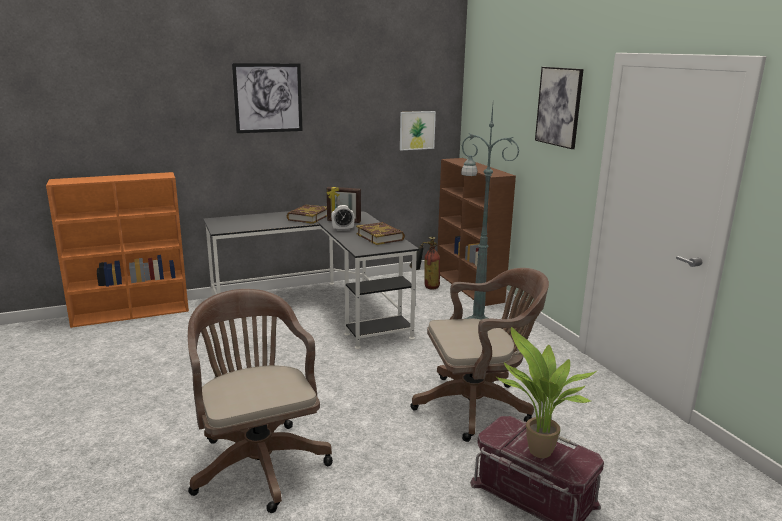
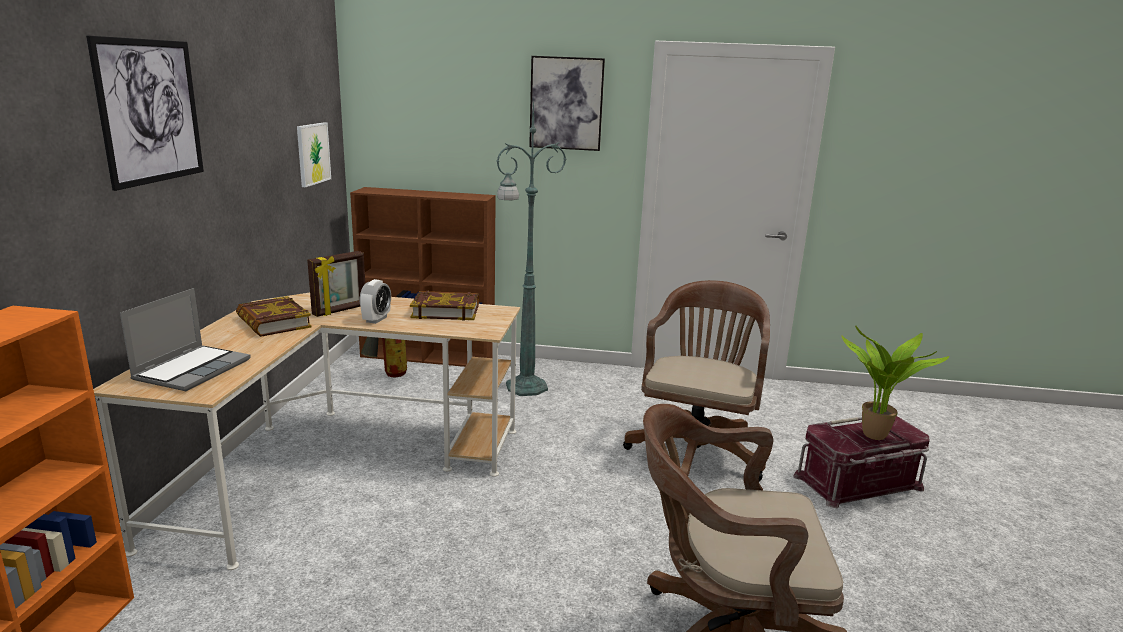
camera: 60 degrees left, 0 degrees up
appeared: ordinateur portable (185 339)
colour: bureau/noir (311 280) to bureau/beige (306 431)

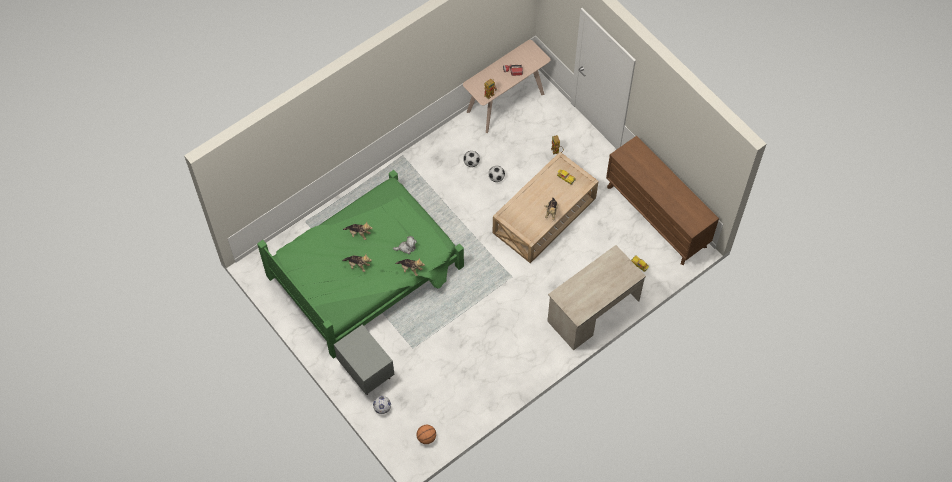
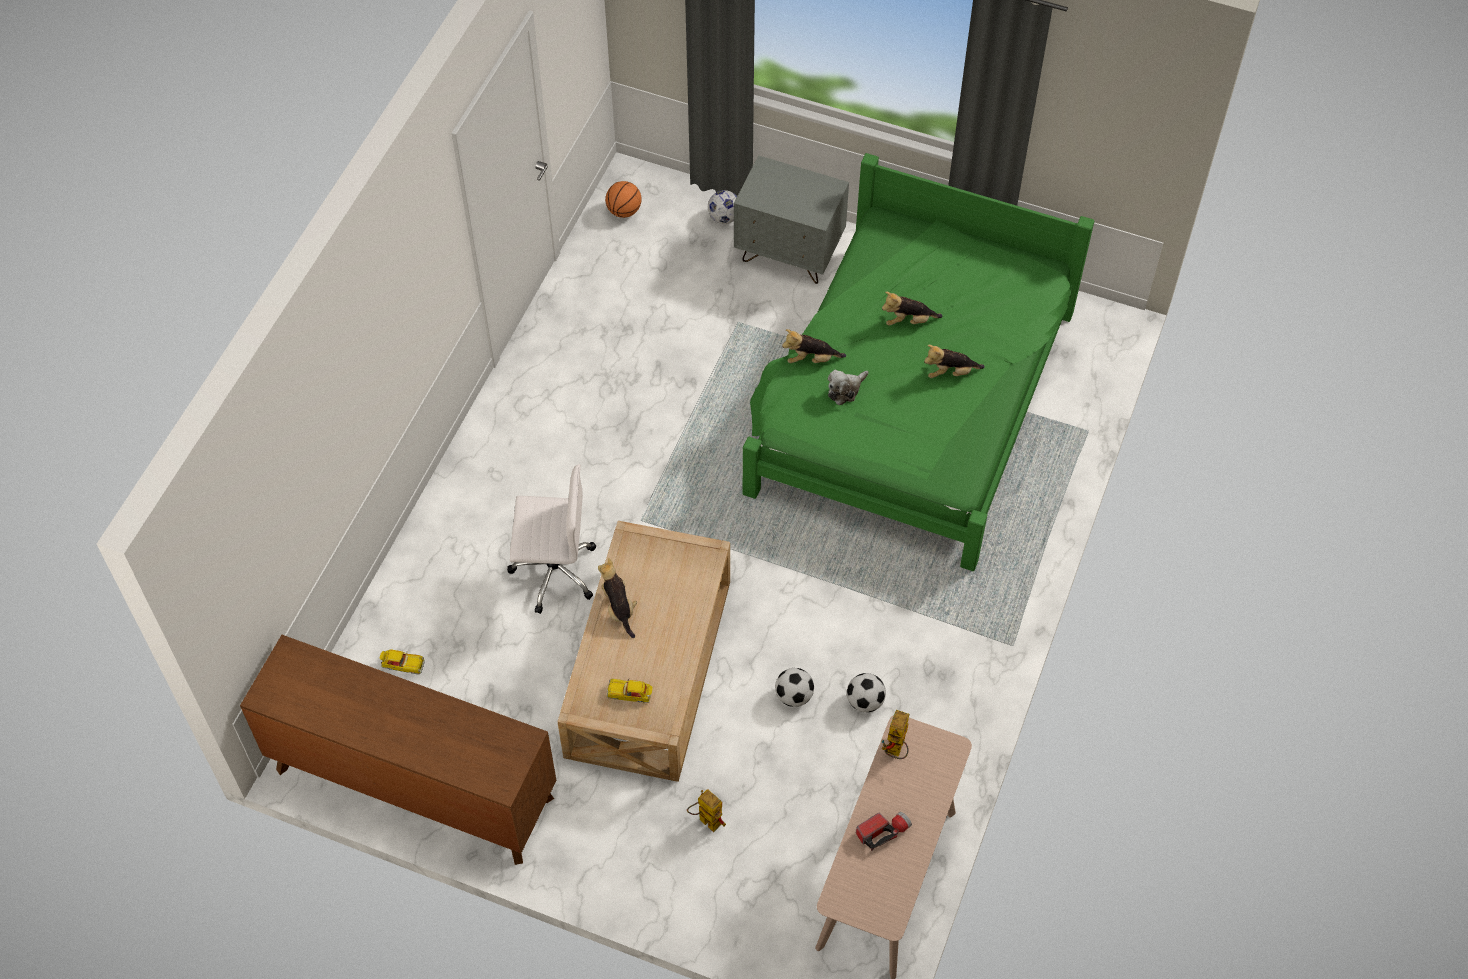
camera: 150 degrees right, 5 degrees down
missing: bureau/beige (596 297)
appeared: chaise de bureau/blanc (551 539)

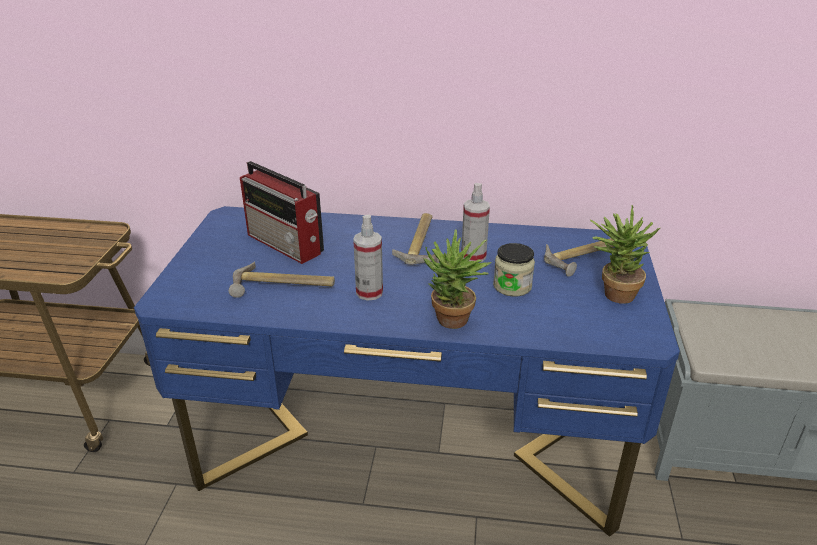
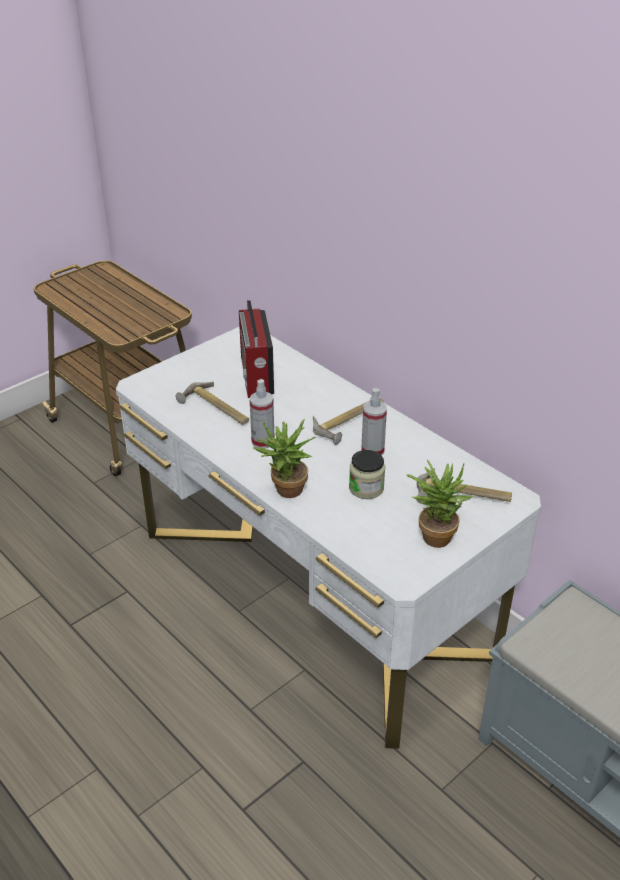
camera: 40 degrees right, 5 degrees up
colour: bureau/bleu (407 371) to bureau/blanc (328 538)

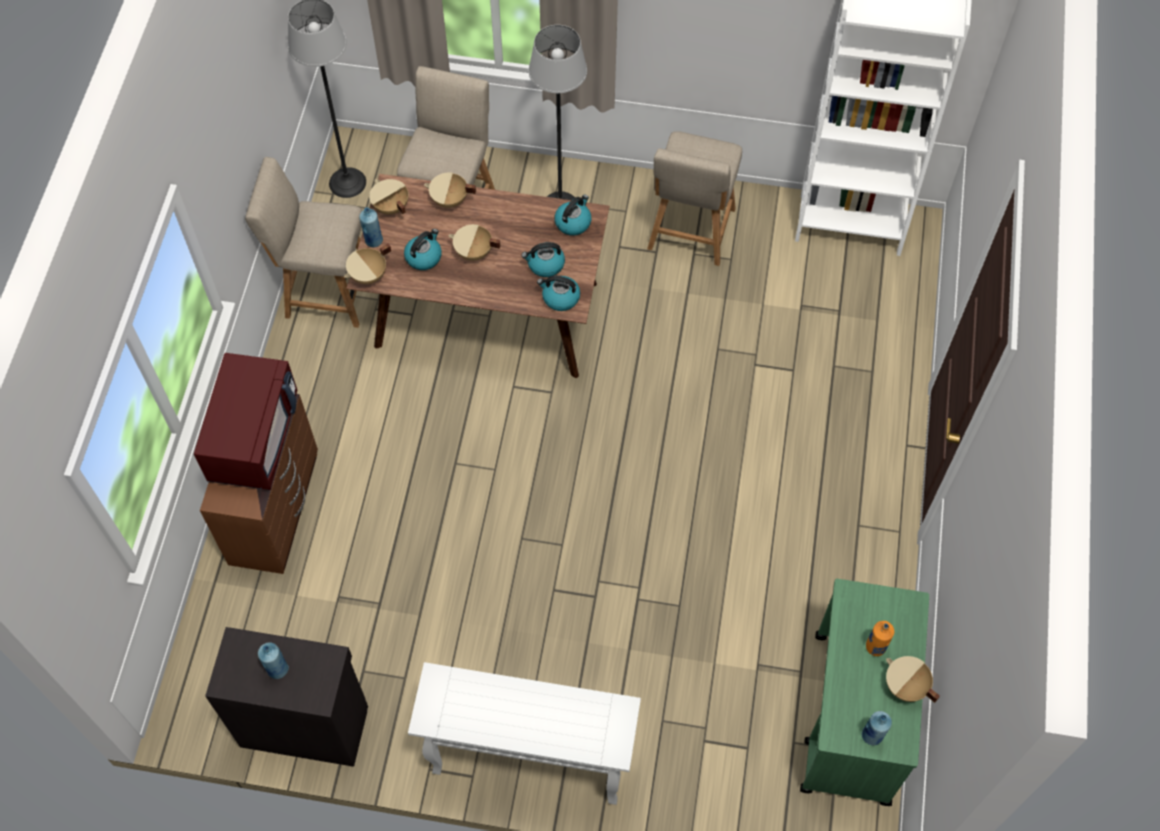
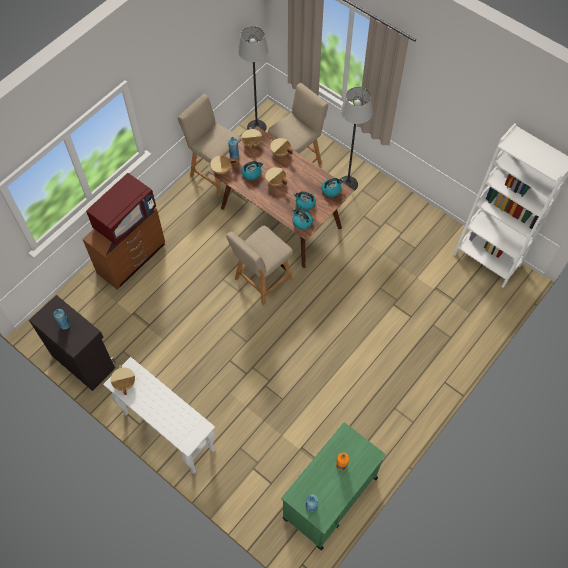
camera: 30 degrees right, 0 degrees up
relocated: chaise/beige (694 198) to (259 266); marmite/beige (913 679) to (122 380)

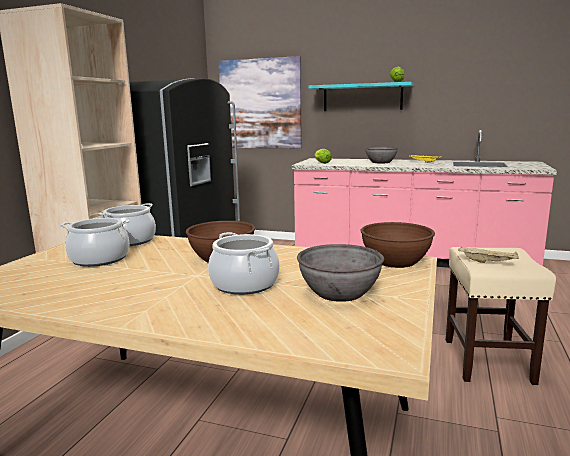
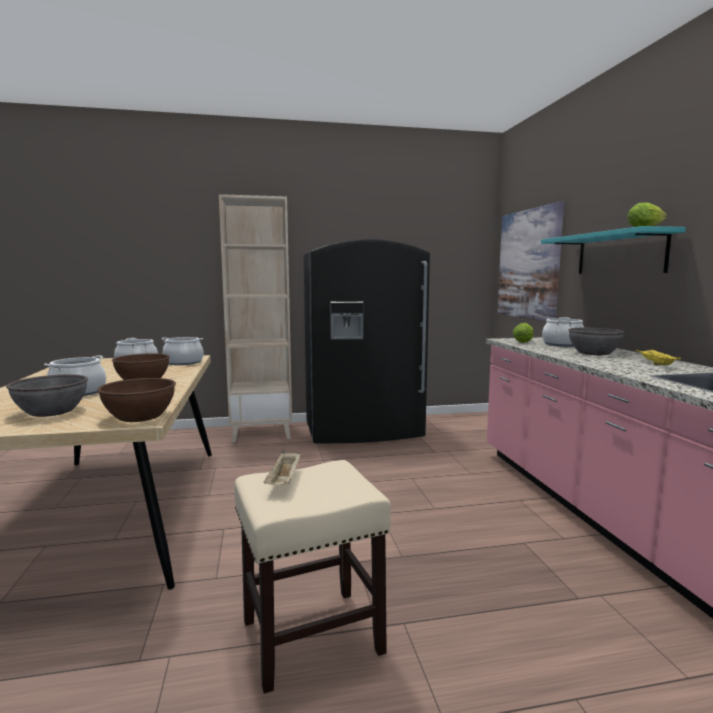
camera: 60 degrees right, 5 degrees down
appeared: marmite (563 332)

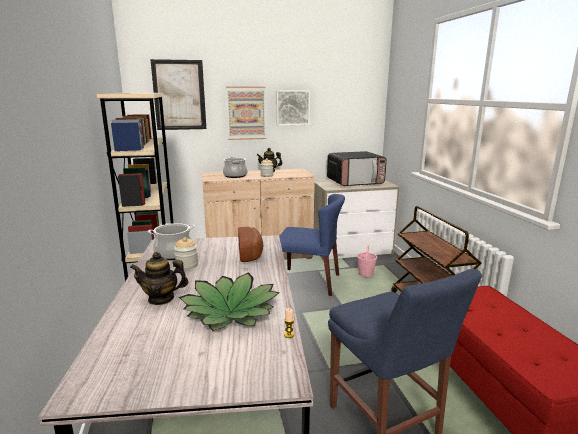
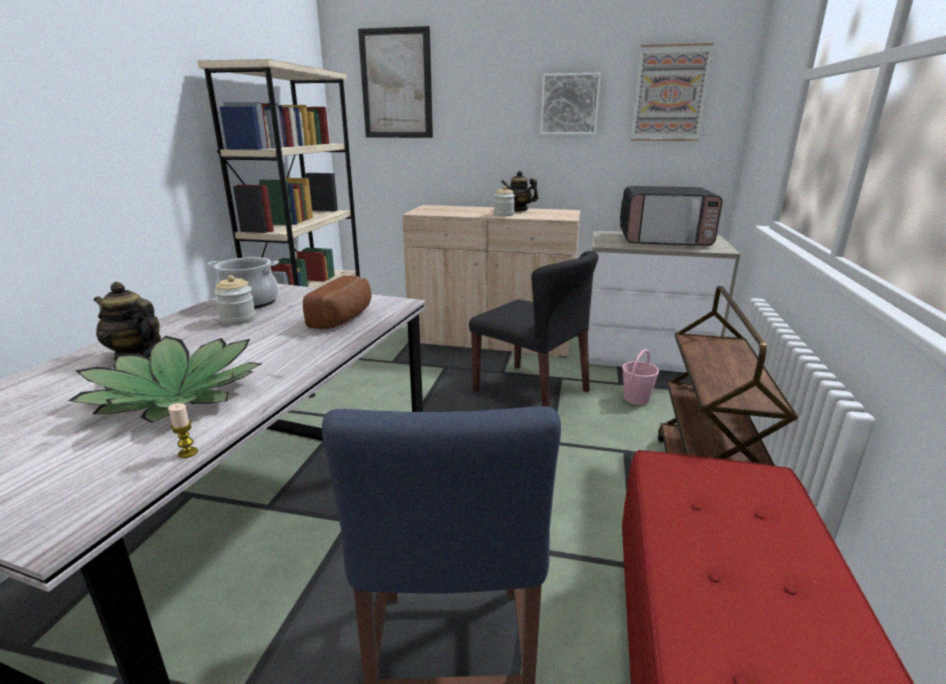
camera: 25 degrees right, 5 degrees up
missing: marmite (235 167)
relocated: tableau (246 113) to (672 92)
colour: chaise/bleu (312 245) to chaise/noir (533 329)

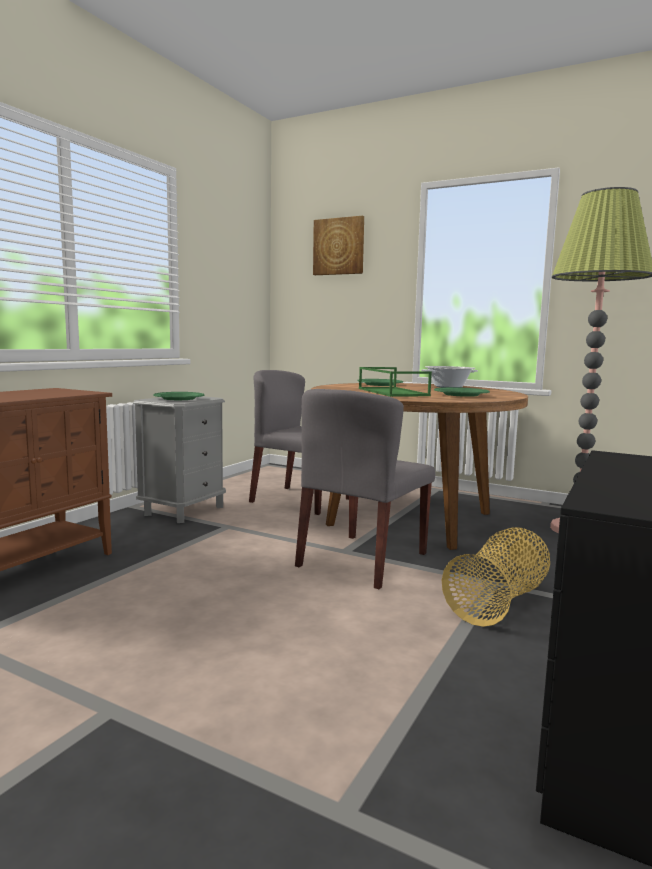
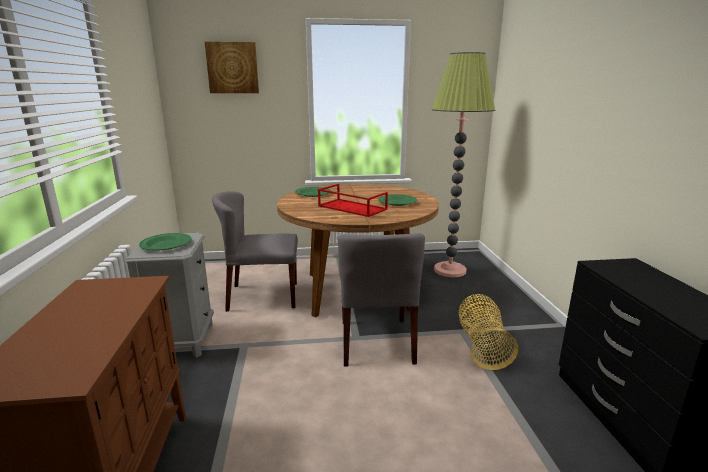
camera: 35 degrees left, 10 degrees up
missing: marmite (449 377)
colour: plateau/vert (395 382) to plateau/rouge (353 200)

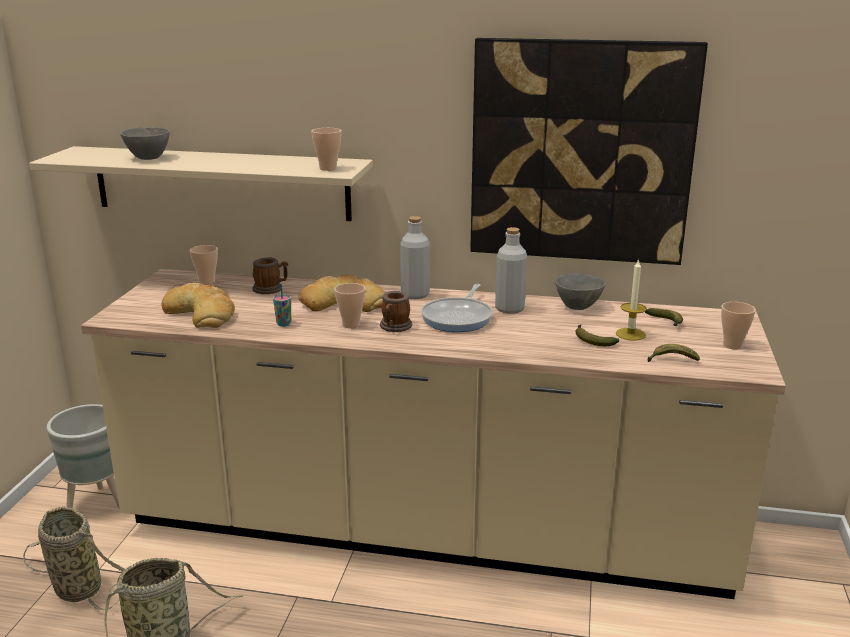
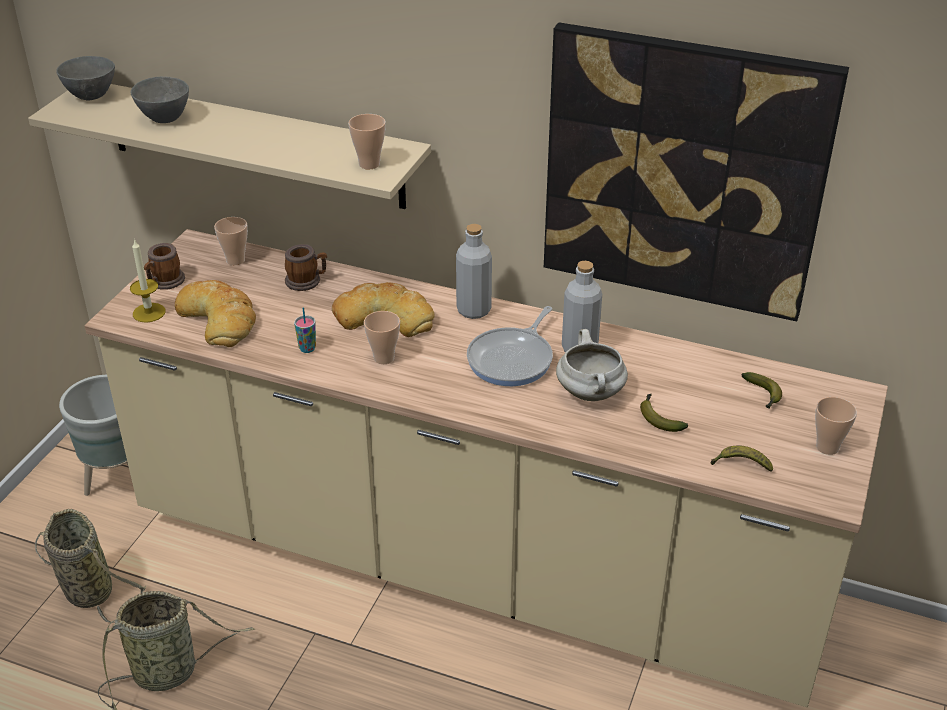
camera: 10 degrees right, 15 degrees up
appeared: marmite/blanc (592 365)
relocated: bougie (631 300) to (147 281); bol/gris (580 292) to (85 78); mug (396 311) to (164 266)

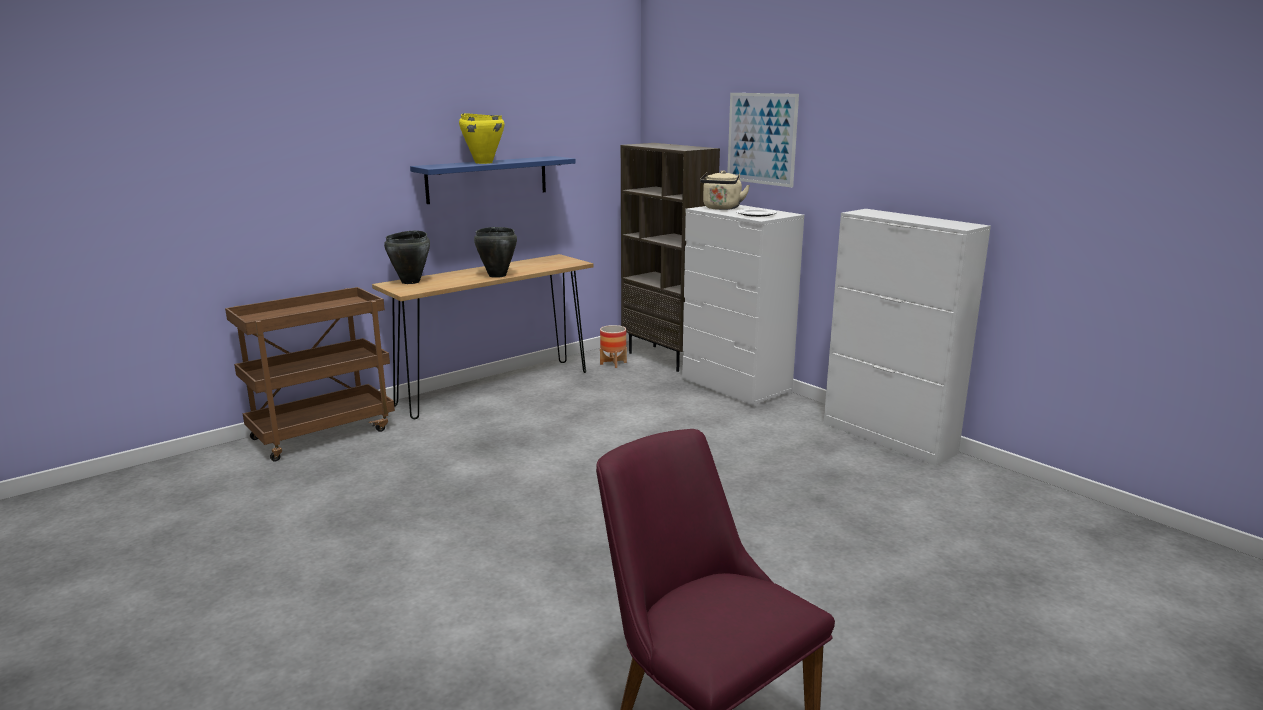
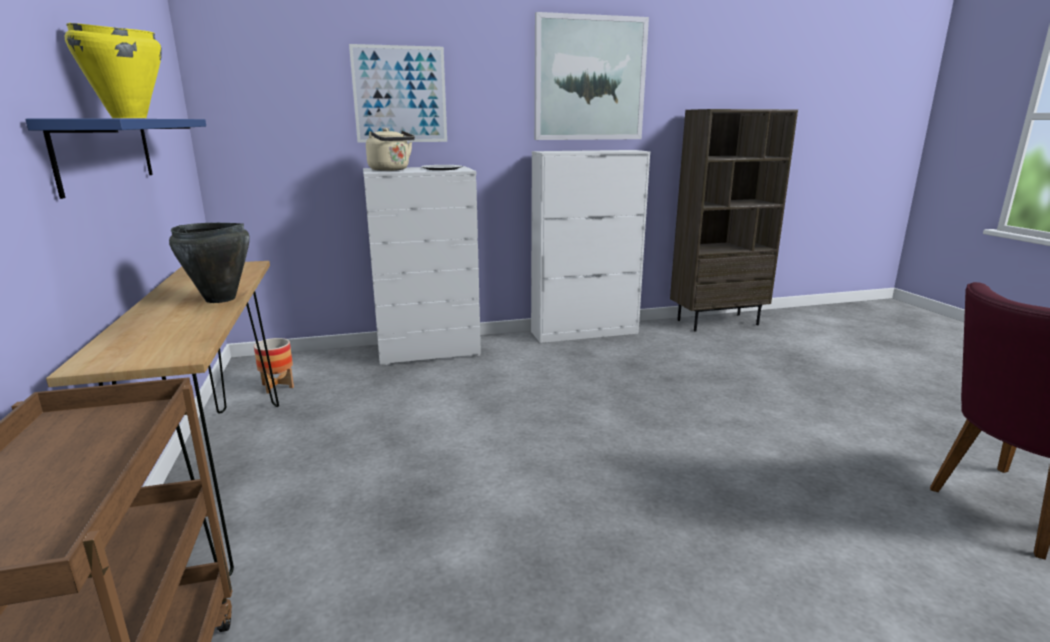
camera: 65 degrees left, 0 degrees up
missing: marmite/noir (407 257)
appeared: tableau (591 76)
relocated: bibliothèque/marron (670 257) to (734 220)

